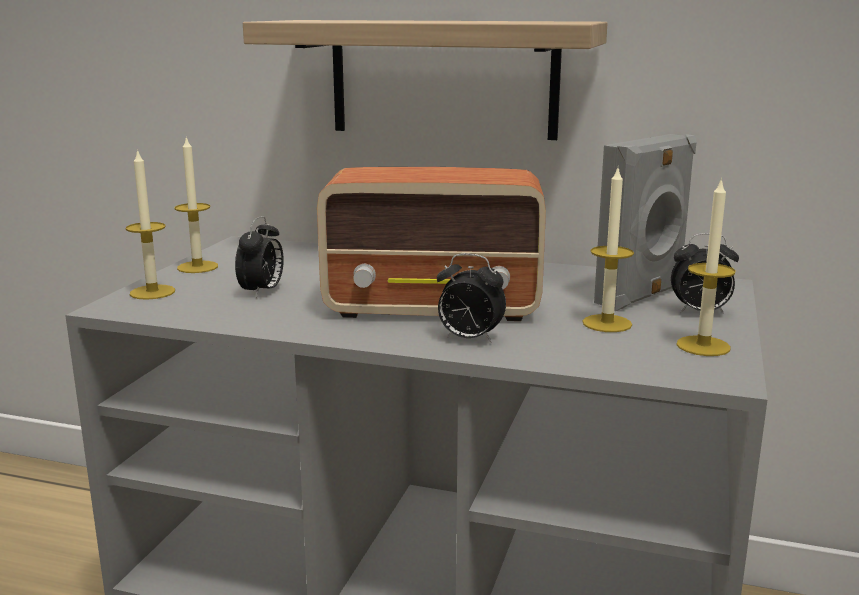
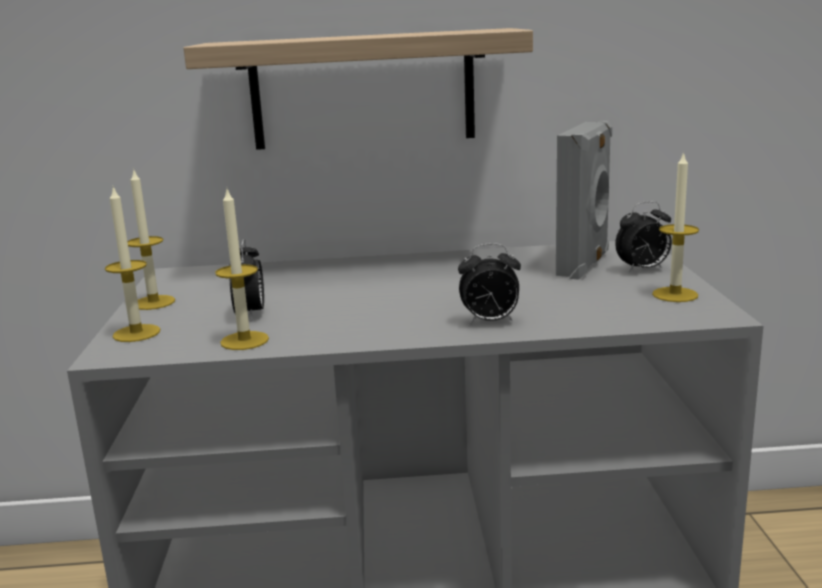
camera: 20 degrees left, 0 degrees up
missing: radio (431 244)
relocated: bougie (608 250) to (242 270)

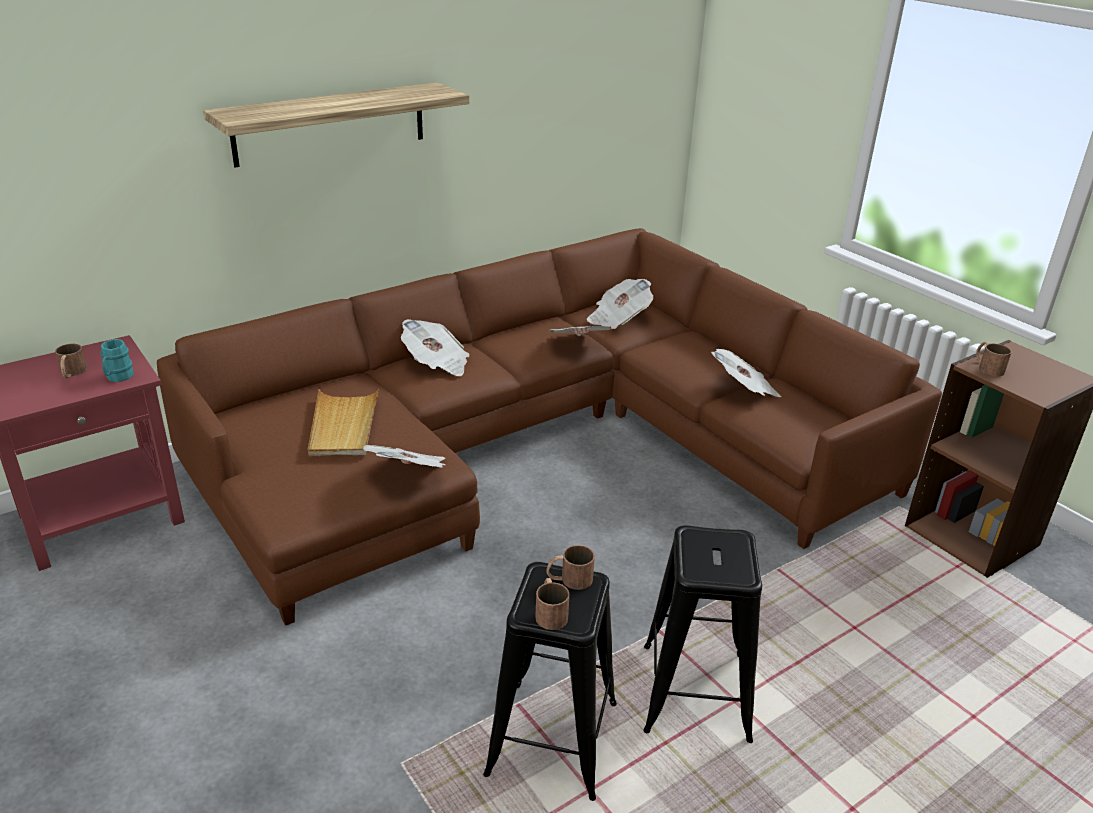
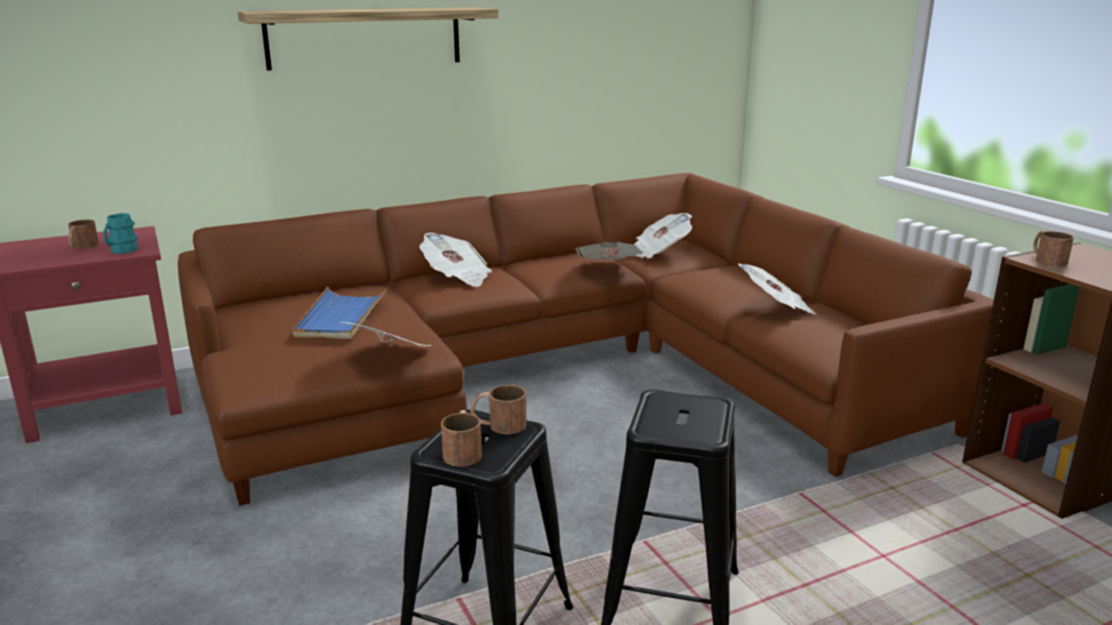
camera: 10 degrees right, 10 degrees down
colour: plateau/beige (343 422) to plateau/bleu (339 313)

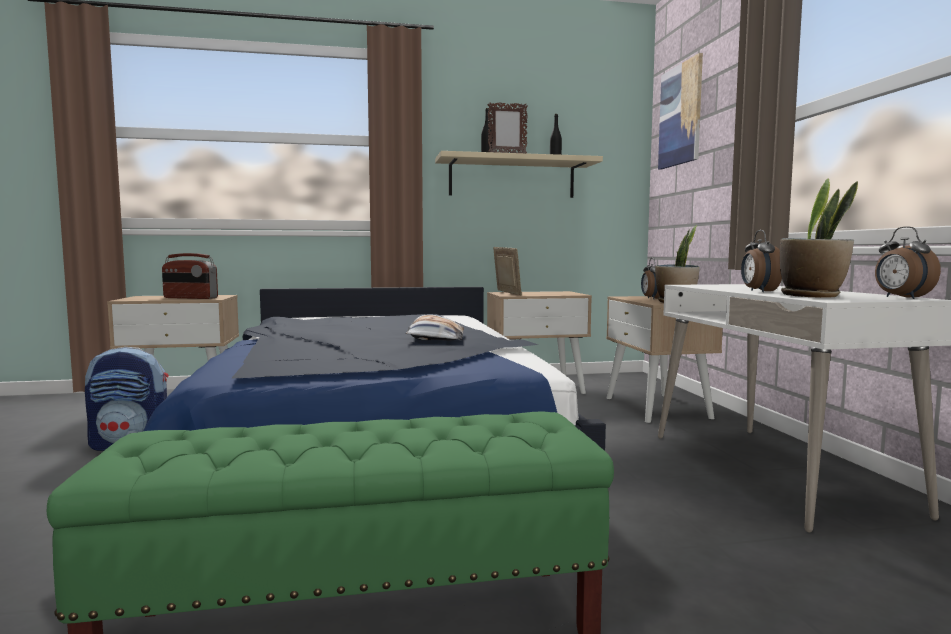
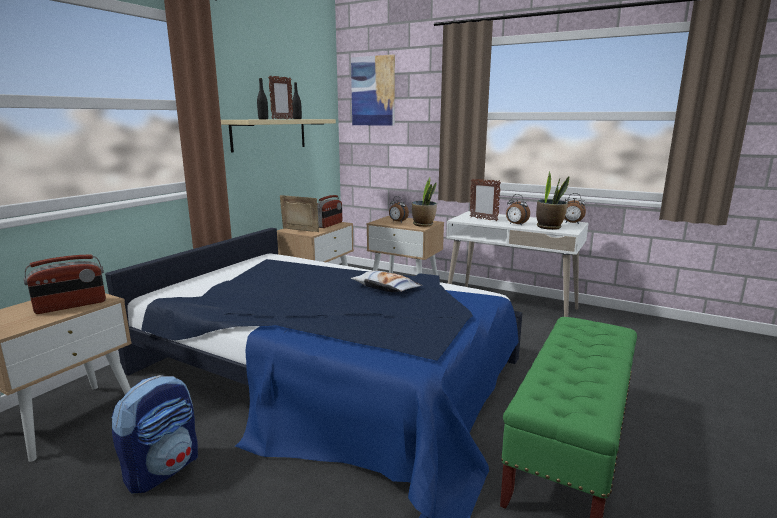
camera: 50 degrees left, 10 degrees up
appeared: cadre photo (485 199); radio (329 211)

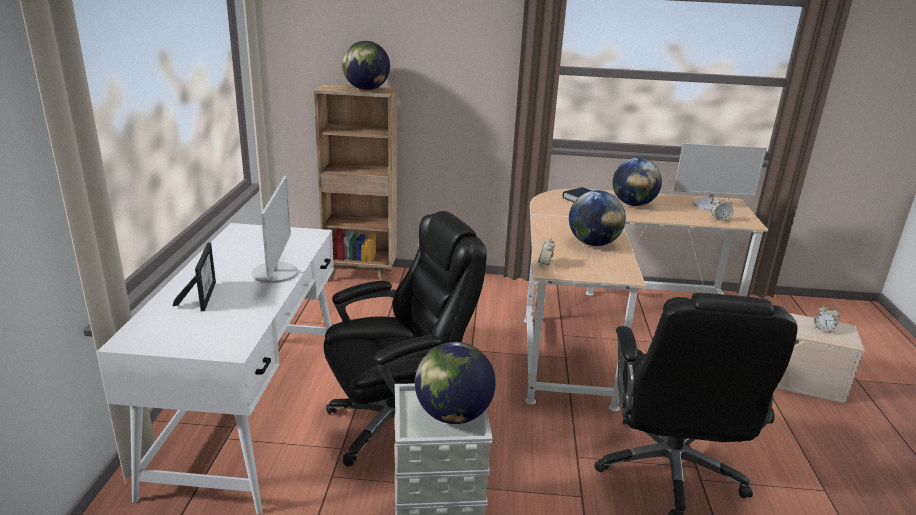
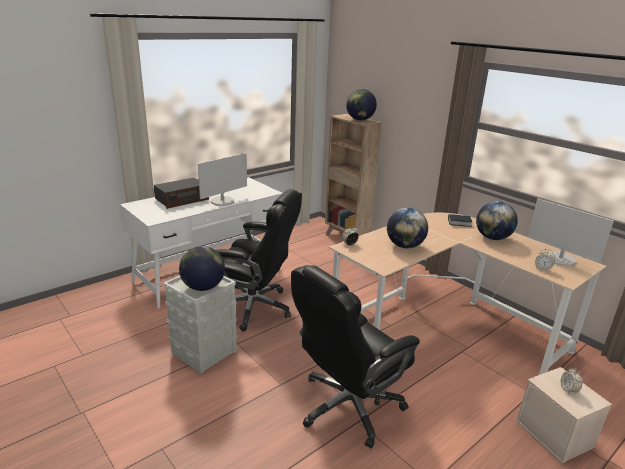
camera: 45 degrees right, 0 degrees up
exchanged: cadre photo (194 277) to radio (181 193)

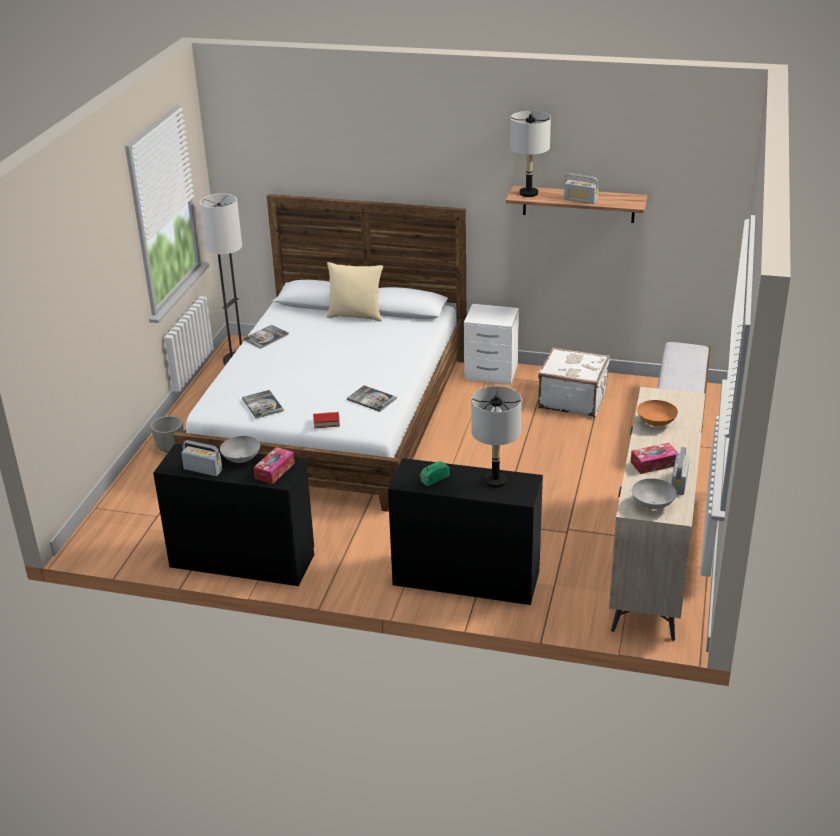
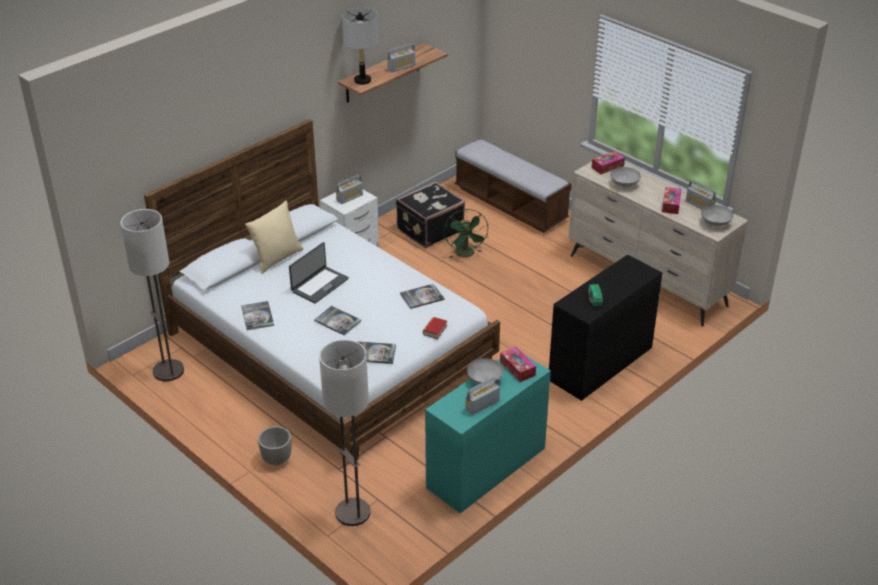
camera: 60 degrees left, 5 degrees up
missing: lampe de table/gris (496 437)
appeared: boîte à mouchoirs (608 162); radio (349 189); ventilateur/vert (466 233); ordinateur portable (319 272); livre (337 320); lampadaire (344 432)
colour: valise/blanc (574 382) to valise/noir (430 214); bol/orange (657 413) to bol/gris (625 177); bureau/noir (233 514) to bureau/turquoise (488 434)

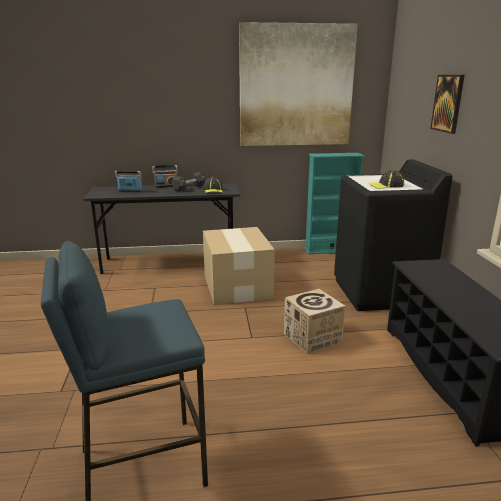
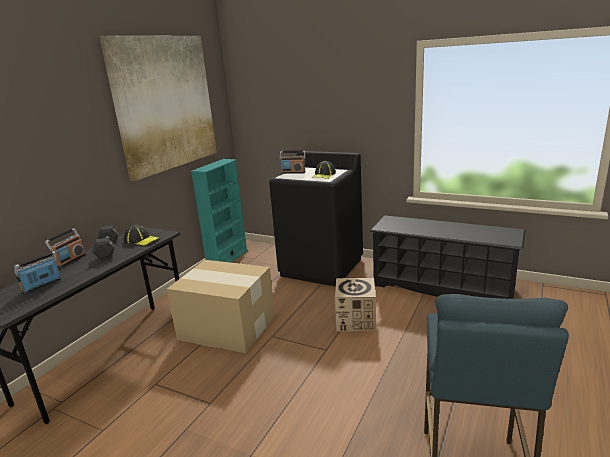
camera: 55 degrees left, 0 degrees up
missing: tableau (447 104)
appeared: radio (293 162)

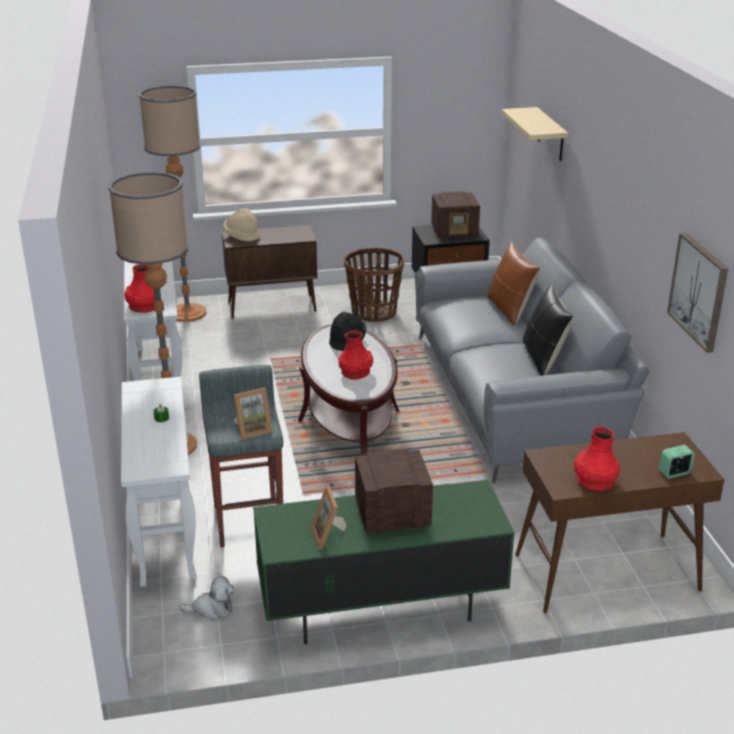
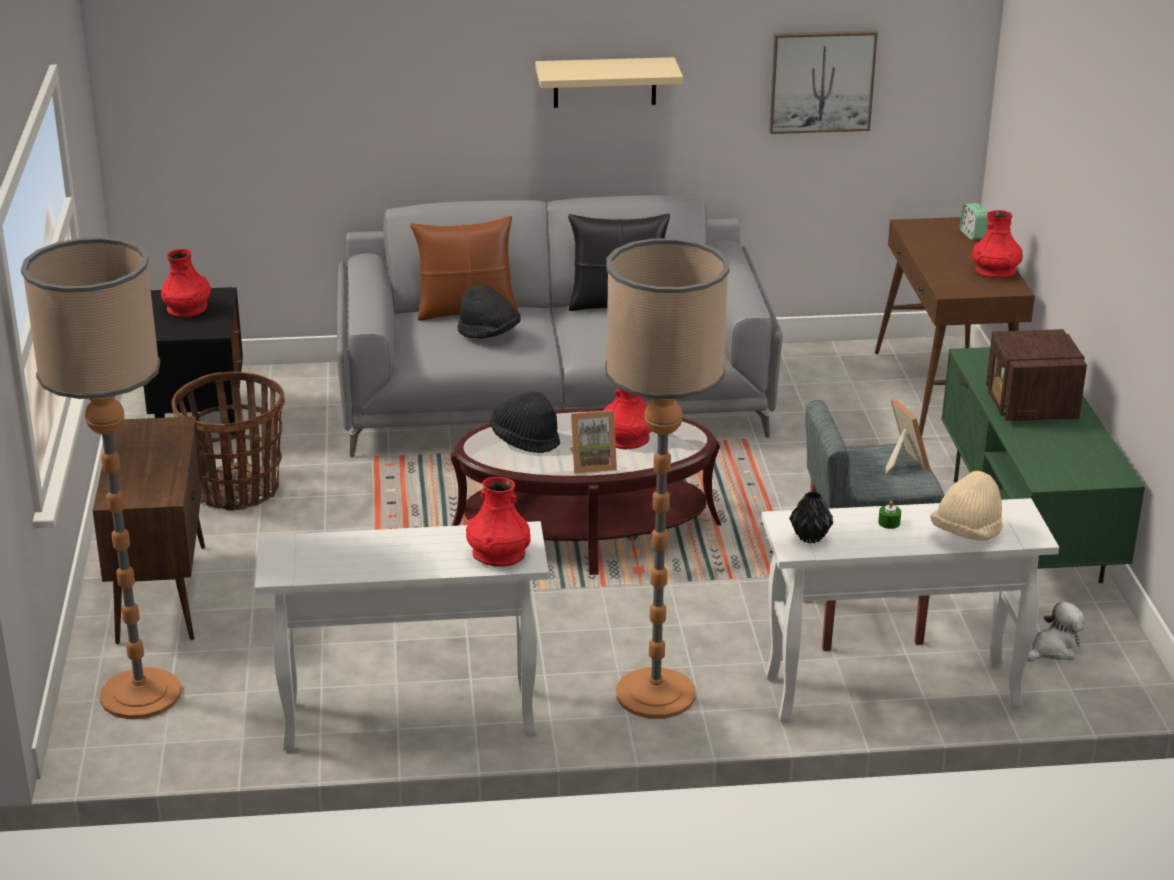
camera: 85 degrees left, 0 degrees up
appeared: chapeau/noir (489 312); vase/noir (811 518)
relocated: étagère/beige (535 134) to (609 82); chapeau/beige (241 225) to (966 506); cadre photo (328 517) to (593 442)
exchanged: radio (455 215) to vase/rouge (186 283)
spun: peluche (206 598) = (1056 631) 60 degrees clockwise

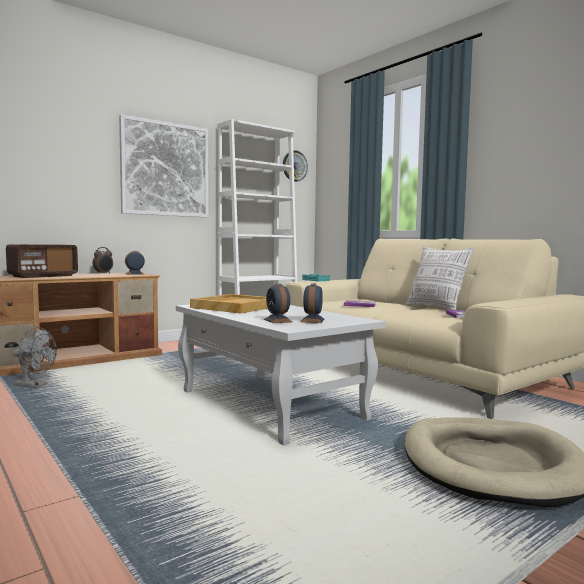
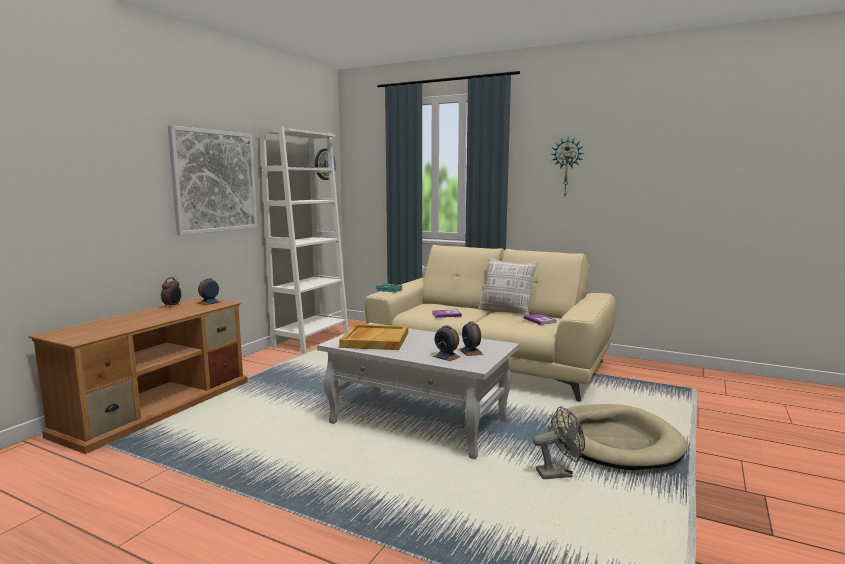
camera: 25 degrees left, 5 degrees up
missing: radio (42 261)
appeared: horloge murale (567 166)
relocated: ventilateur/gris (34 357) to (559 442)

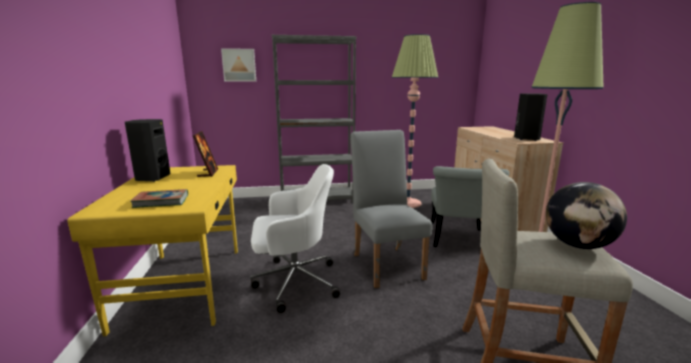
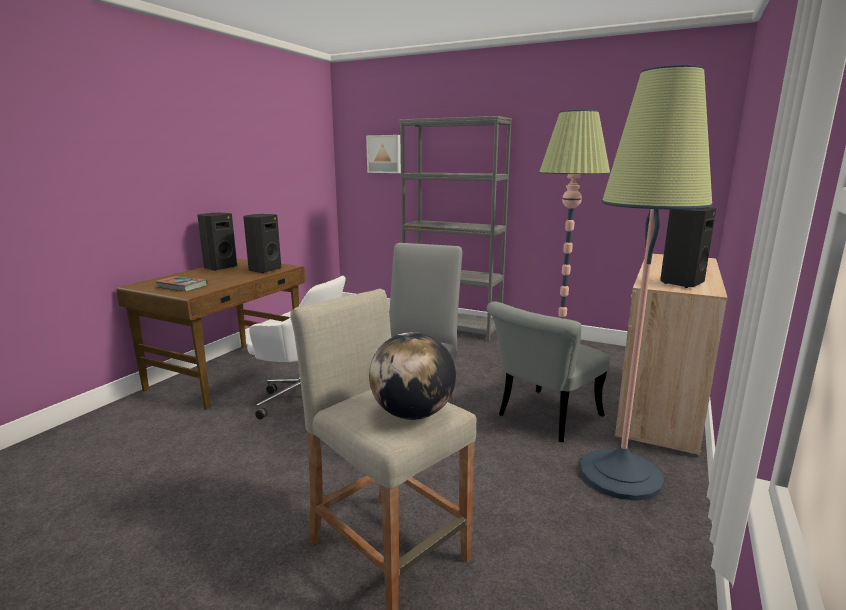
camera: 35 degrees right, 0 degrees up
exchanged: cadre photo (205 154) to enceinte/noir (262 243)
colour: bureau/jaune (153 250) to bureau/marron (210 334)

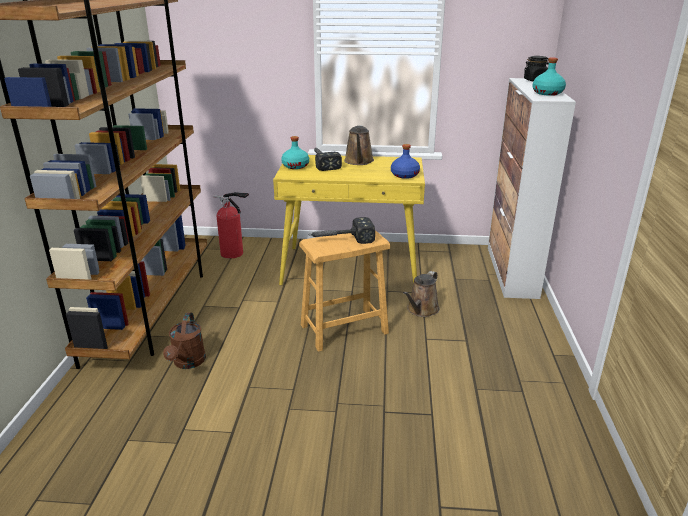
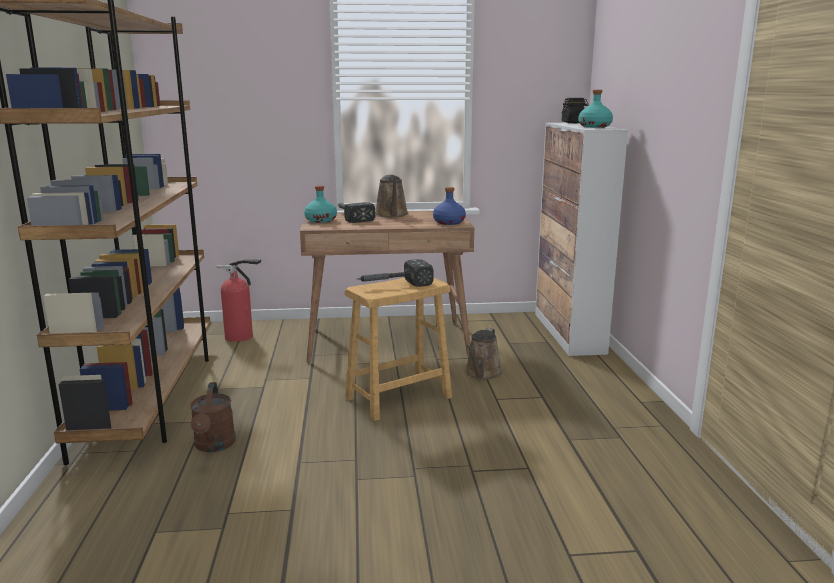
camera: 10 degrees left, 10 degrees down
colour: bureau/jaune (349 220) to bureau/marron (387 287)

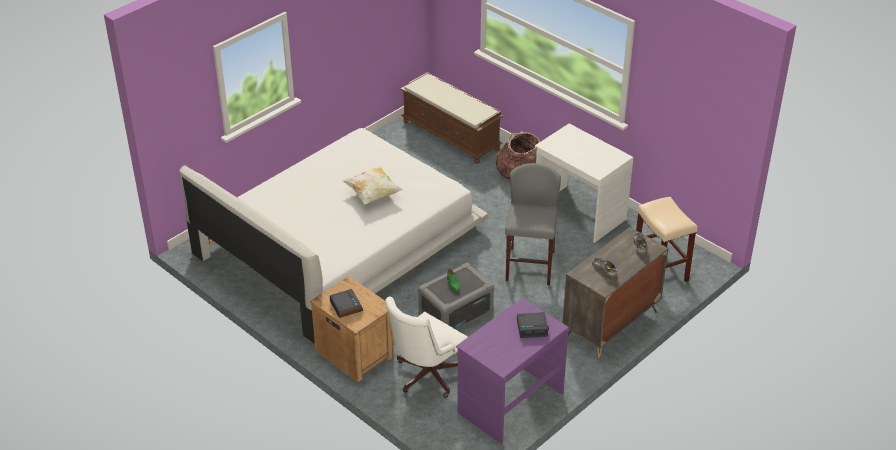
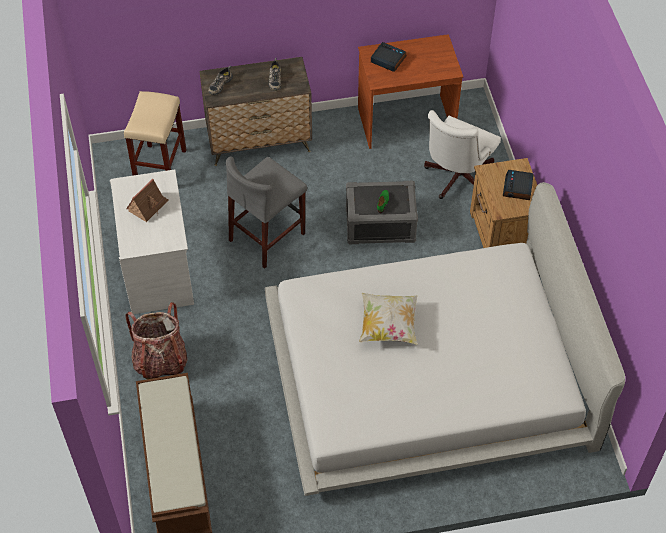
camera: 145 degrees left, 15 degrees up
appeared: maison miniature (147 200)
colour: bureau/violet (512 371) to bureau/marron (410 91)
spun: chaise de bureau/blanc (426 347) = (462 154) 135 degrees clockwise

